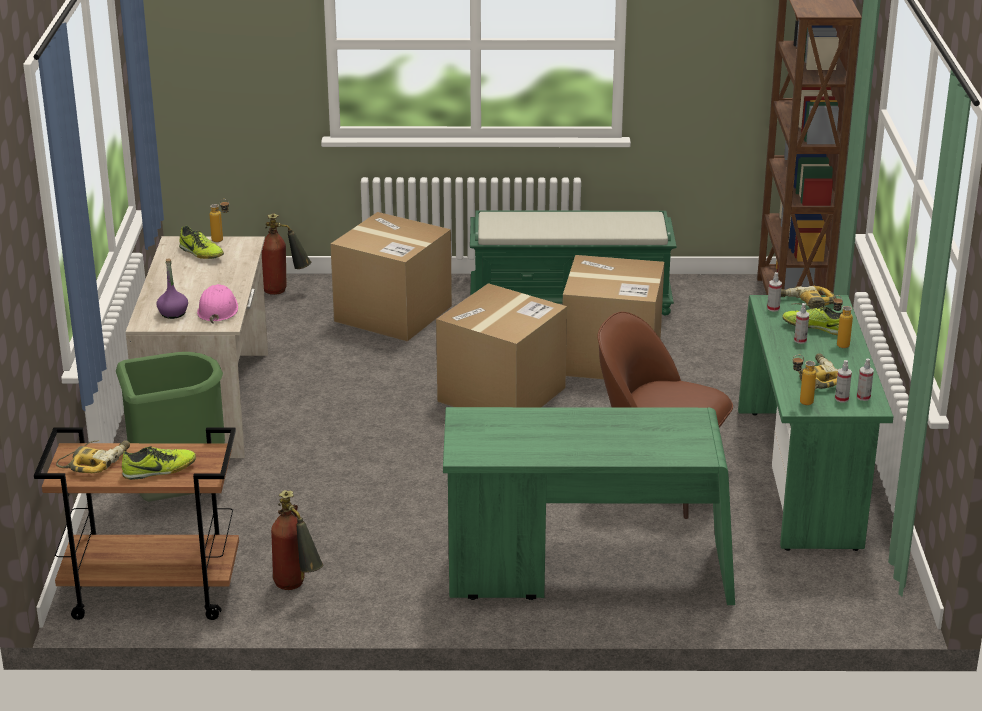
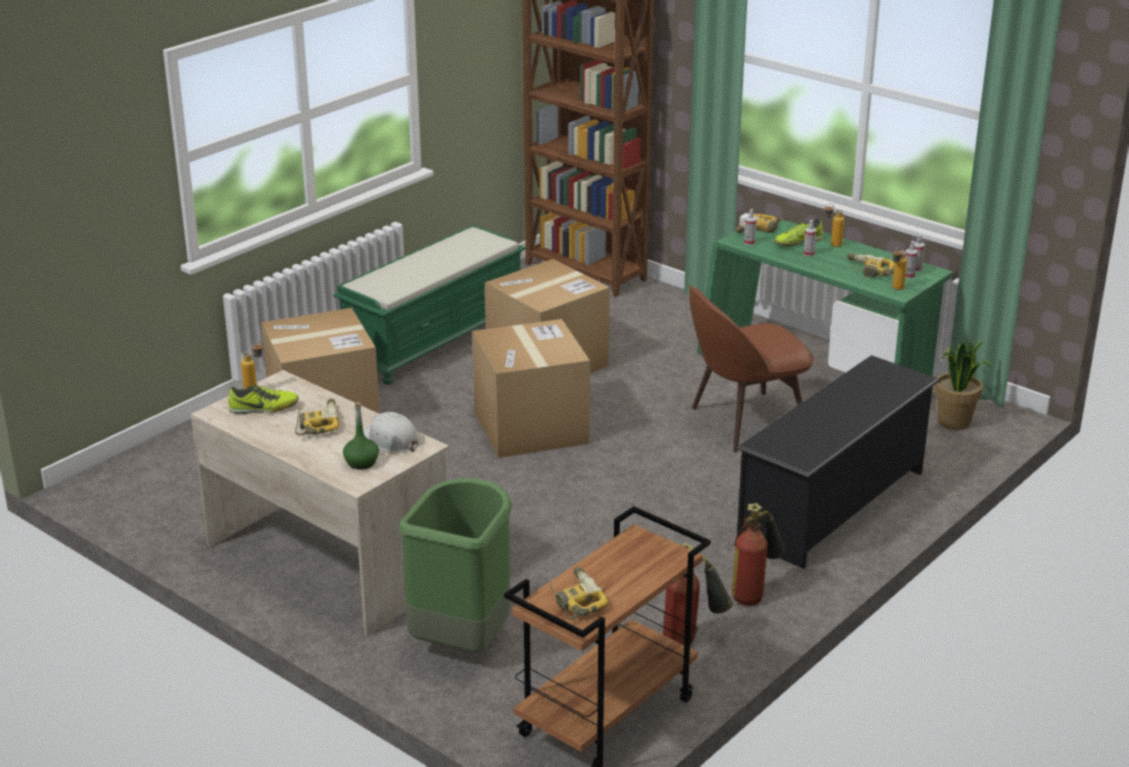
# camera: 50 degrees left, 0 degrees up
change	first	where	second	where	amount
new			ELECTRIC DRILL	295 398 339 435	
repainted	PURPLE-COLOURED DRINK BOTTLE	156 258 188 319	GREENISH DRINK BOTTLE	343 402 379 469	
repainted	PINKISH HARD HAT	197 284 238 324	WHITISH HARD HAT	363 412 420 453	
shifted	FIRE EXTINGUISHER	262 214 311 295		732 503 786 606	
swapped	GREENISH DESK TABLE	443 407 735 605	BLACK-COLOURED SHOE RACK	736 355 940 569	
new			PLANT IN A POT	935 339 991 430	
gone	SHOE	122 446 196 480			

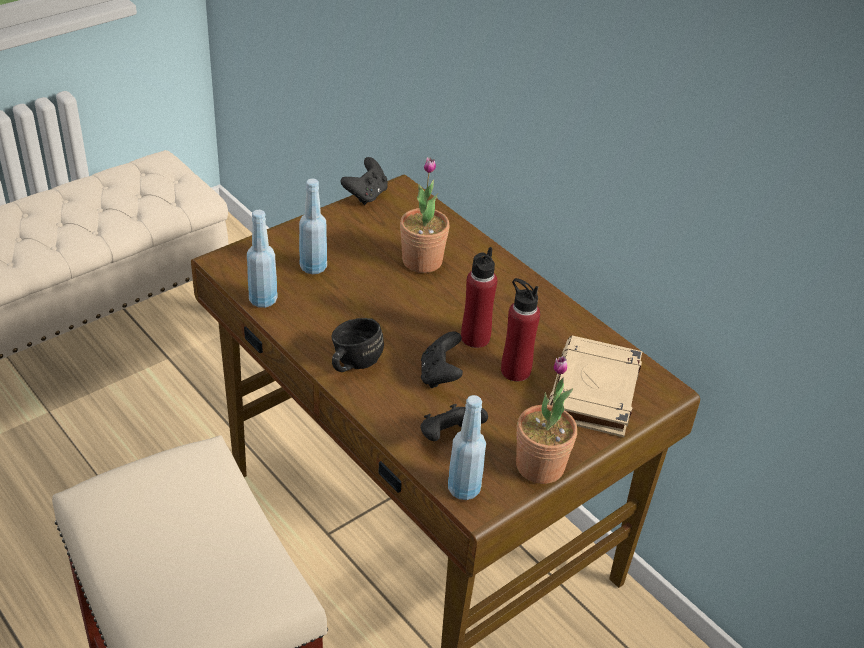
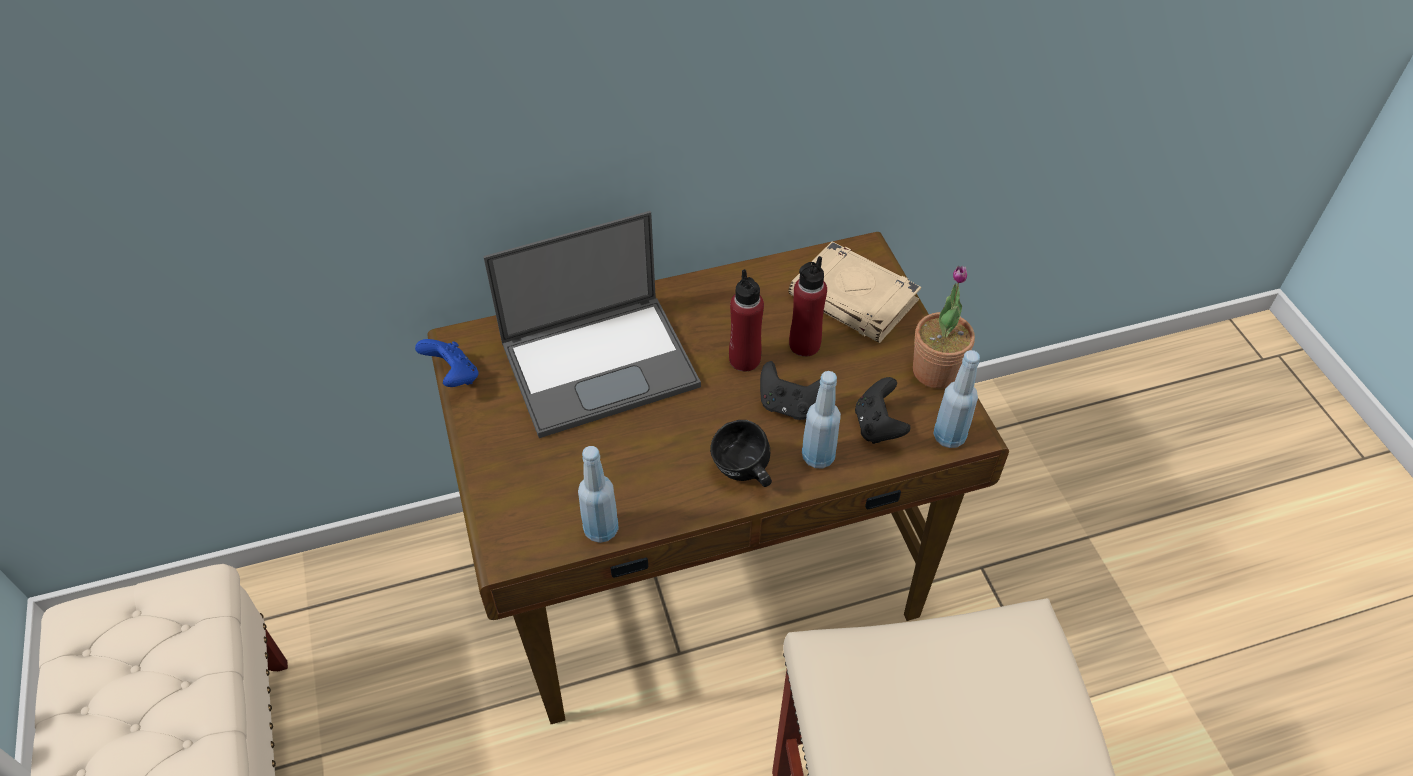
# camera: 65 degrees left, 10 degrees up
change	first	where	second	where	amount
repainted	BLACK-COLOURED JOYPAD	341 157 388 205	BLUE-COLOURED JOYPAD	415 339 479 387	
swapped	PLANT IN A POT	400 157 450 273	NOTEBOOK COMPUTER	483 211 701 438	
shifted	BLUE-COLOURED DRINK BOTTLE	299 179 327 274		802 371 841 468	

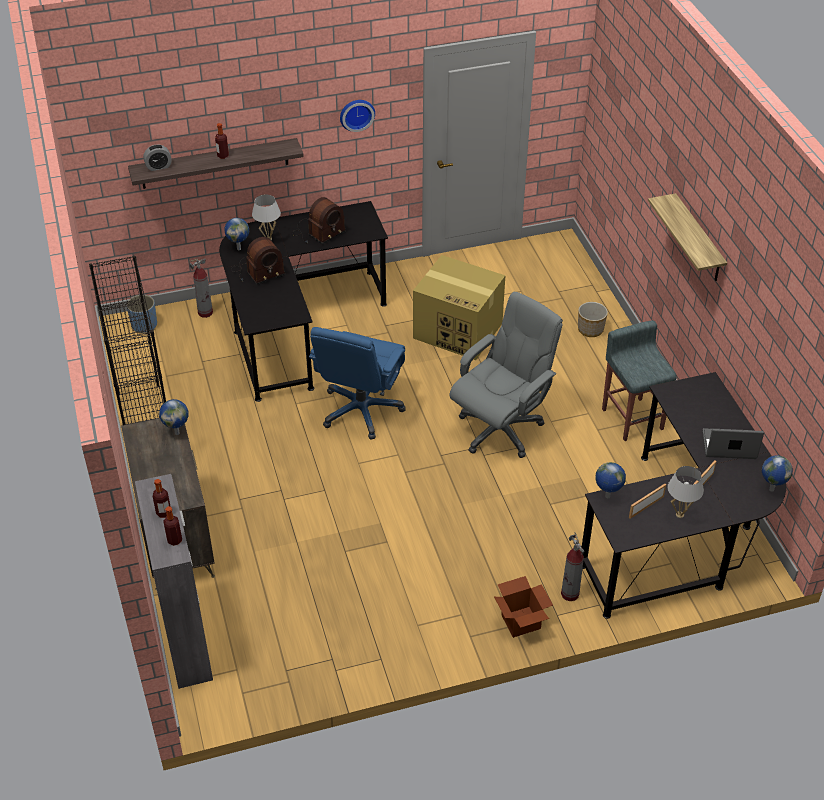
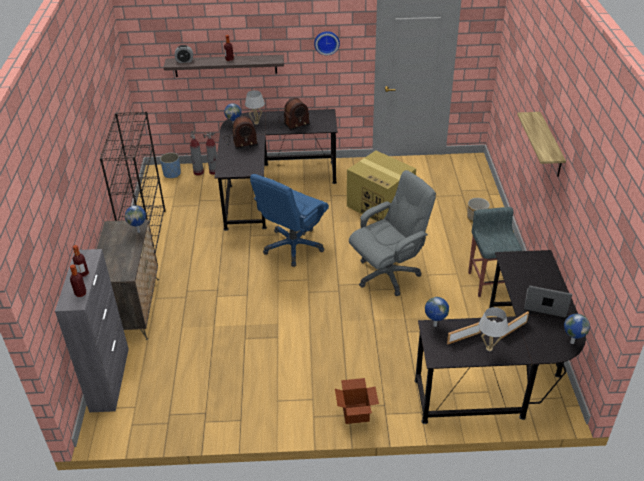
# camera: 15 degrees right, 5 degrees down
change	first	where	second	where	amount
shifted	FIRE EXTINGUISHER	561 532 584 601		190 129 204 175	

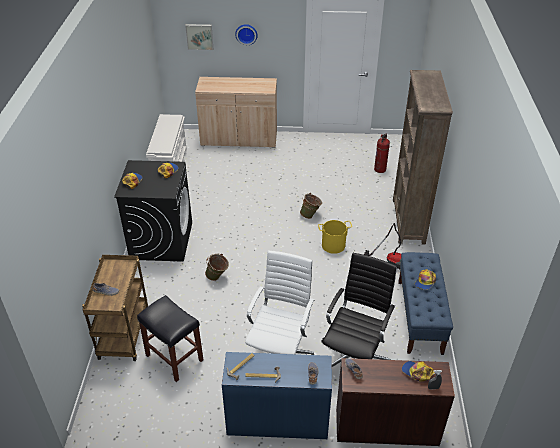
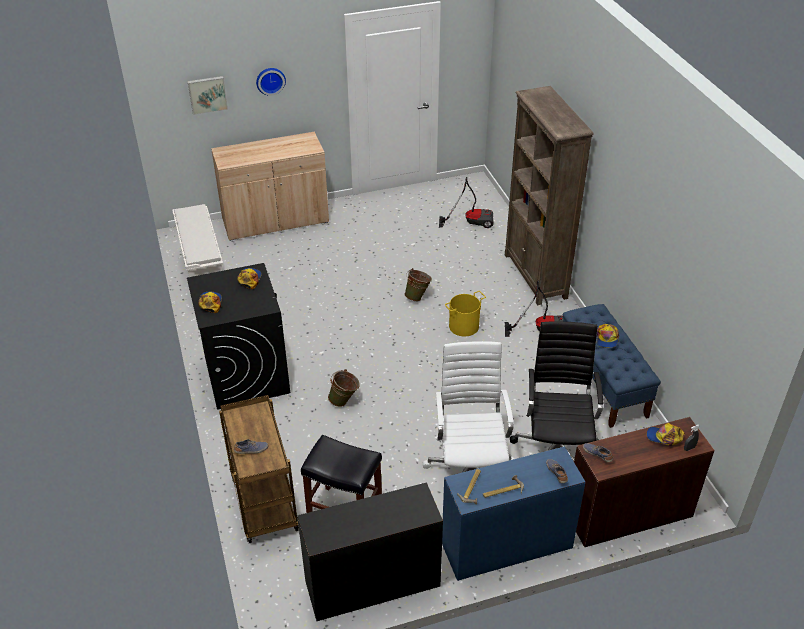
# camera: 20 degrees left, 0 degrees up
change	first	where	second	where	amount
new			BLACK-COLOURED DESK TABLE	297 482 443 621	
swapped	FIRE EXTINGUISHER	374 134 390 173	VACUUM	439 177 494 228	

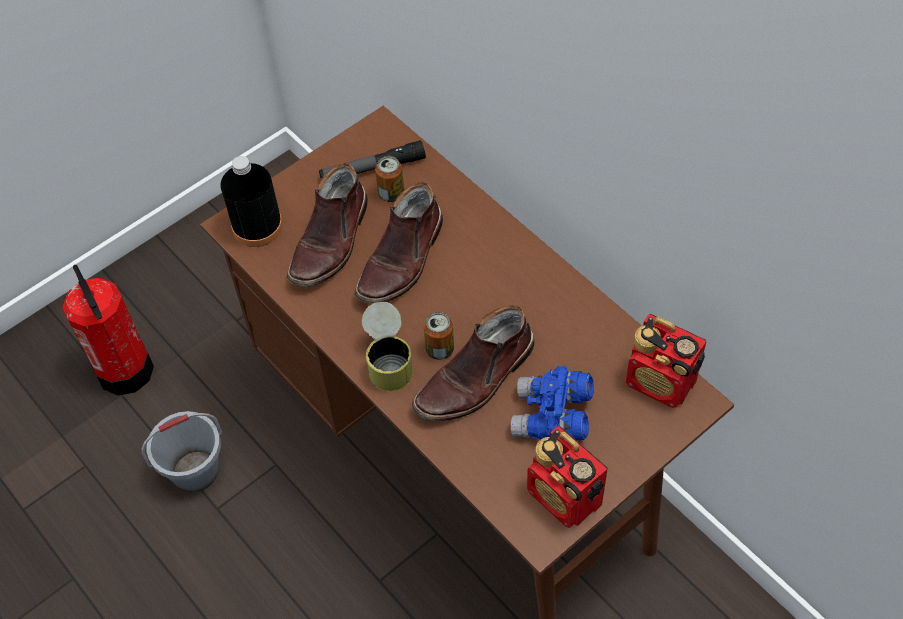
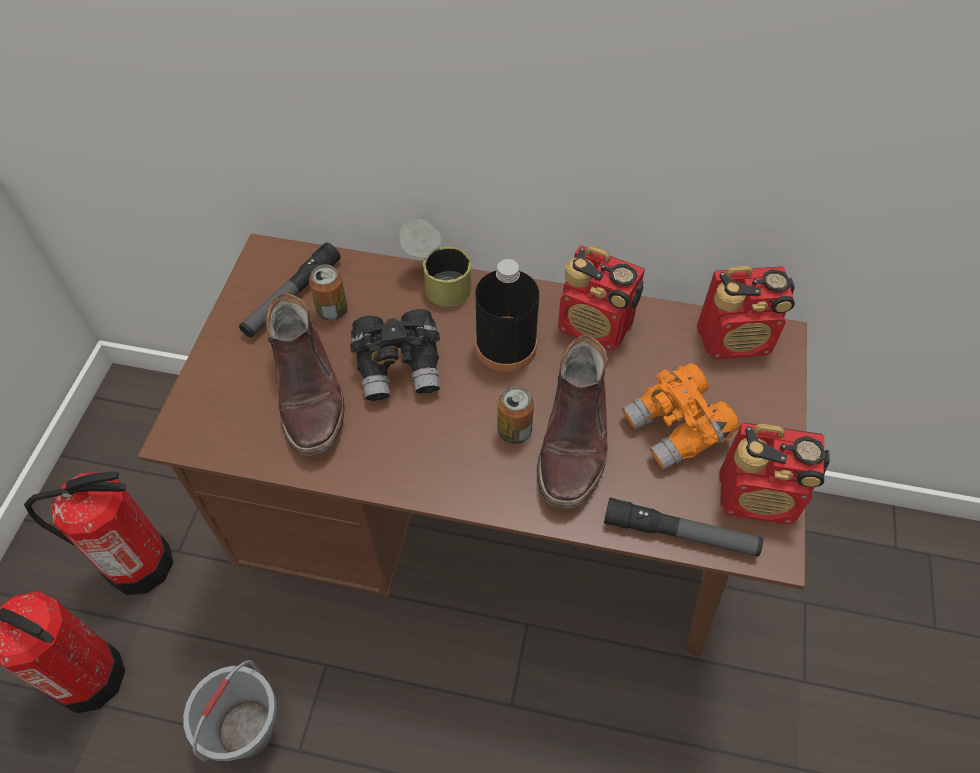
# camera: 40 degrees left, 0 degrees up
change	first	where	second	where	amount
new			FIRE EXTINGUISHER	24 471 173 595	
swapped	BROWNISH BOOT	355 181 443 304	BLACK-COLOURED FIELD GLASSES	350 309 440 401	
shifted	CAN	362 302 413 392		399 219 472 307	
shifted	BLACK-COLOURED DRINK BOTTLE	220 156 283 247		475 259 539 372	
new			RADIO RECEIVER	558 245 645 351	
new			FLASHLIGHT	604 498 763 557	
repainted	BLUE-COLOURED FIELD GLASSES	511 366 594 441	ORANGE-COLOURED FIELD GLASSES	622 363 739 470	

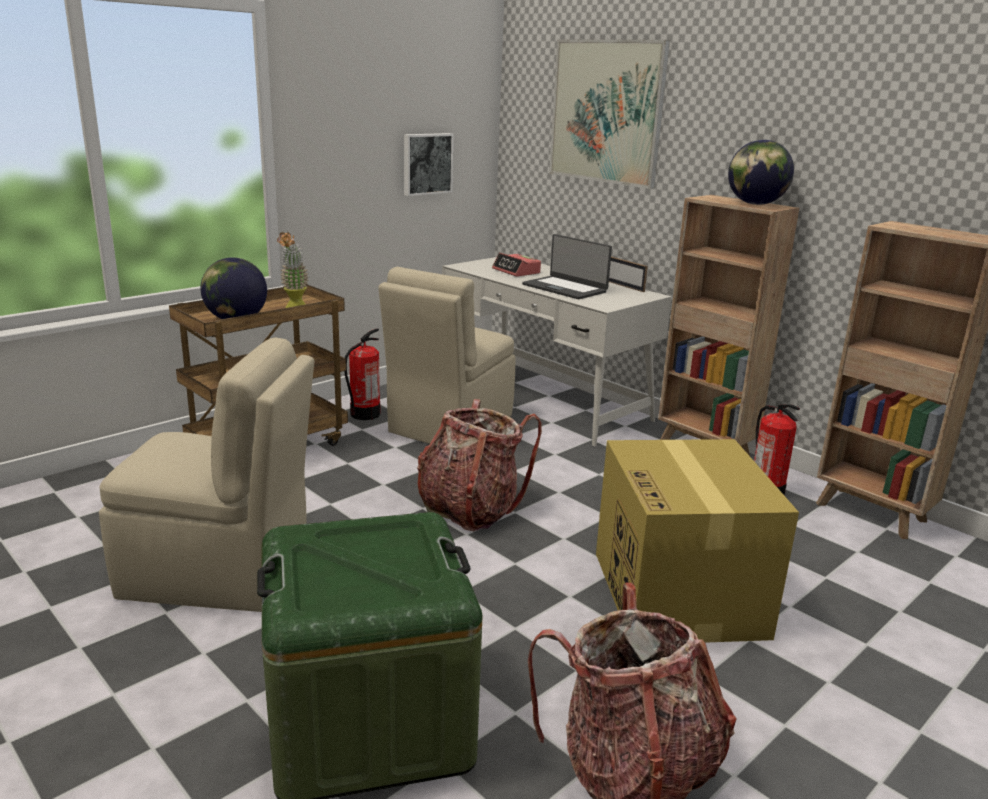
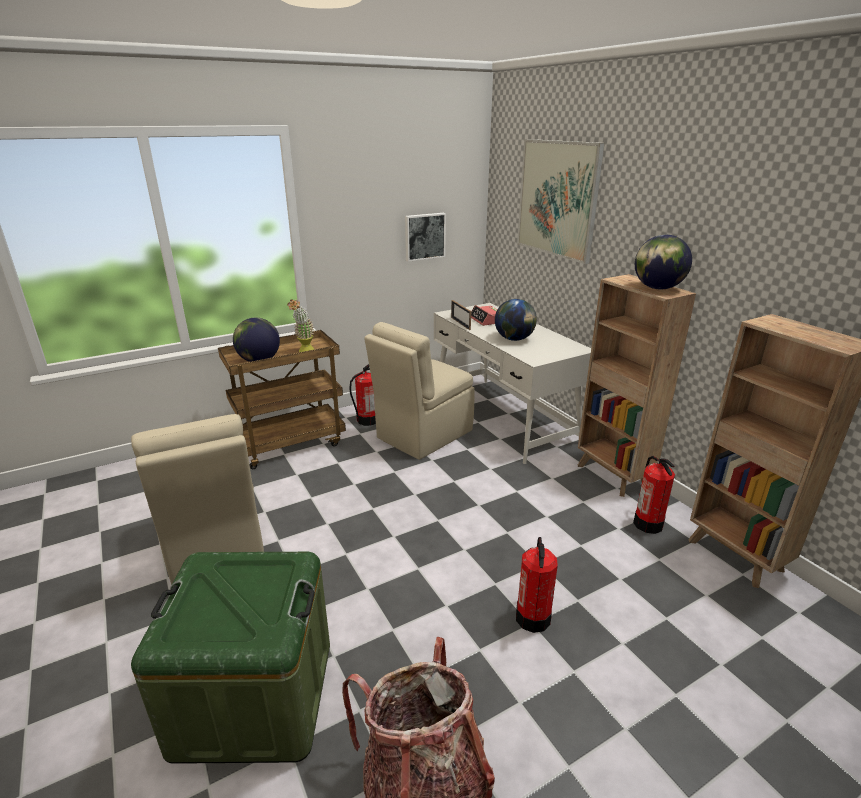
# camera: 15 degrees right, 5 degrees up
change	first	where	second	where	amount
rotated	SAND-COLOURED UPRIGHT CHAIR	99 337 314 612		131 414 264 585	45 degrees clockwise
shifted	PHOTO FRAME	609 257 648 292		451 300 471 330	
swapped	NOTEBOOK COMPUTER	522 234 612 299	GLOBE	495 299 537 341	
swapped	CARDBOARD BOX	596 439 799 643	FIRE EXTINGUISHER	516 537 558 633	
gone	RUCKSACK	417 399 542 531			

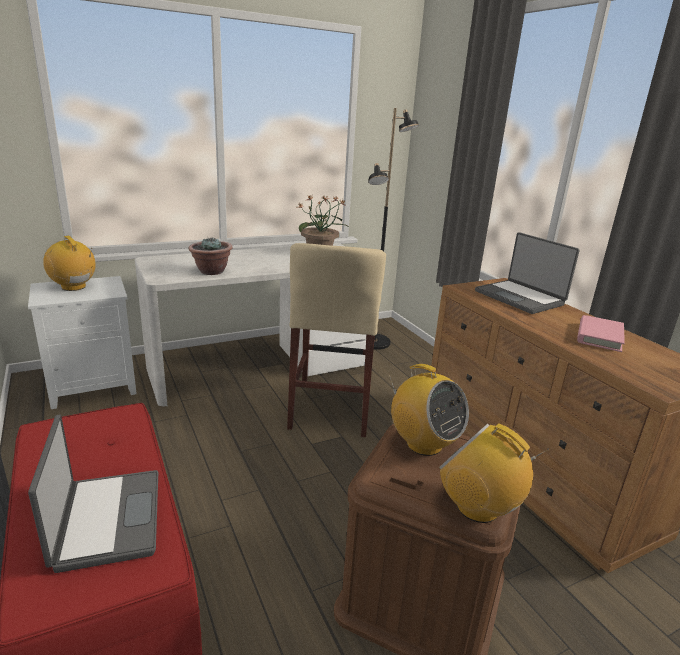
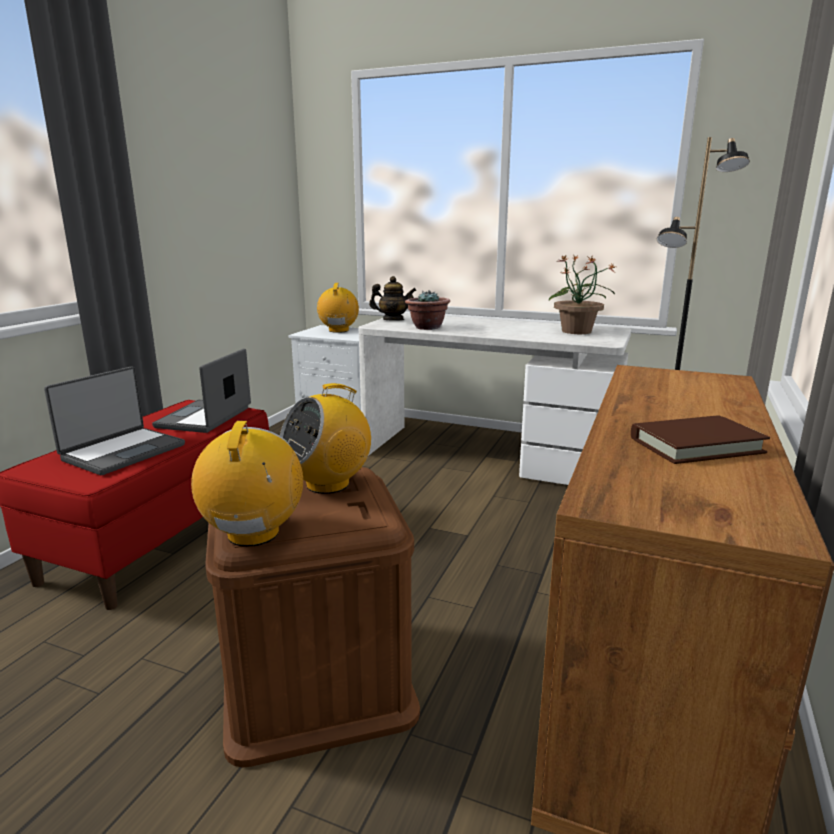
# camera: 50 degrees right, 5 degrees down
change	first	where	second	where	amount
shifted	NOTEBOOK COMPUTER	475 232 580 314		152 349 251 433	
rotated	RADIO RECEIVER	389 364 469 456		280 383 371 494	45 degrees clockwise
new			TEAPOT	369 276 416 321	
repainted	PINKISH BOUND BOOK	577 315 625 352	BROWNISH BOUND BOOK	631 415 770 464	
gone	SAND-COLOURED SITTING STOOL	287 243 386 437			

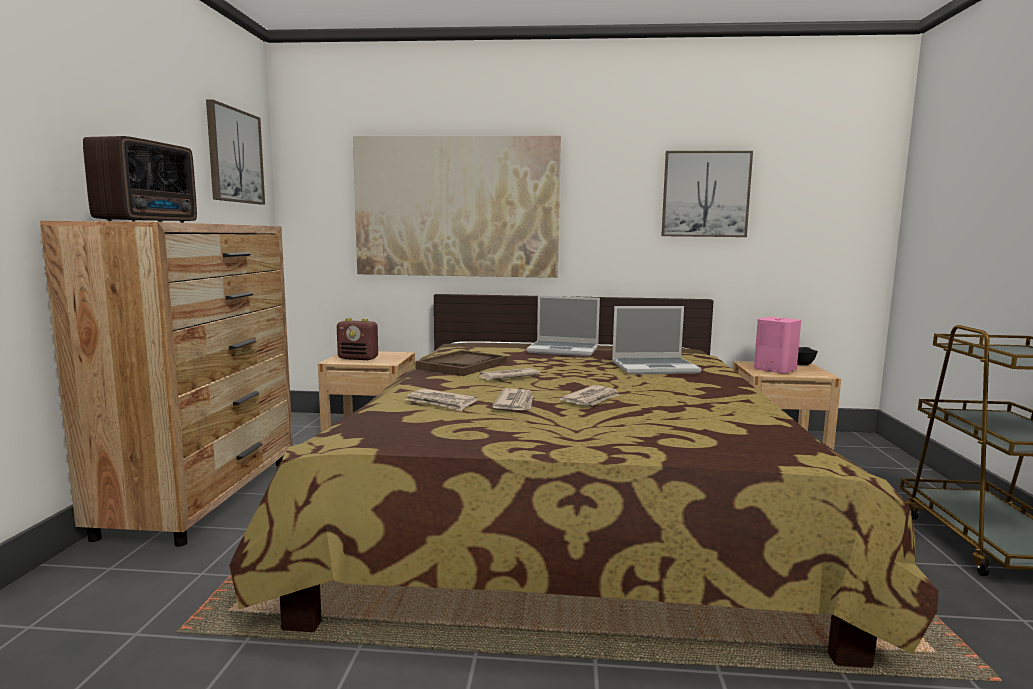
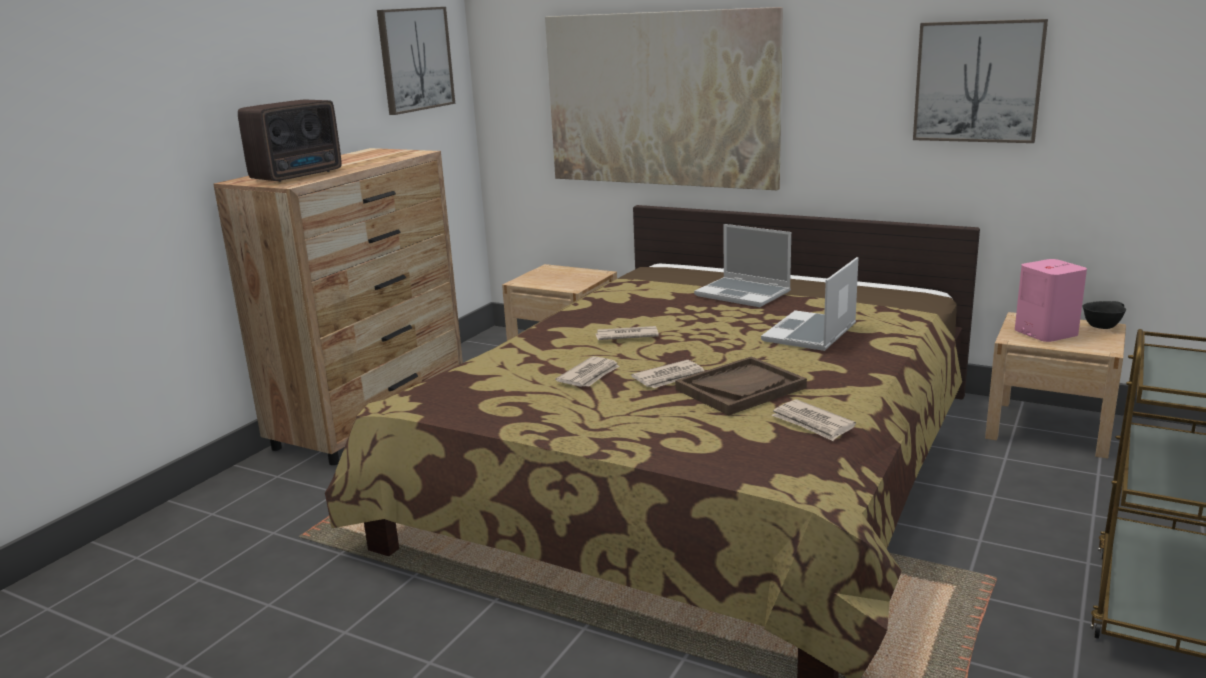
# camera: 25 degrees right, 10 degrees up
change	first	where	second	where	amount
shifted	BROWNISH SERVING TRAY	415 350 507 376		675 356 807 415	
rotated	NOTEBOOK COMPUTER	612 306 702 374		761 257 858 351	105 degrees clockwise
shifted	NEWSPAPER	406 389 477 411		771 400 856 441	
gone	RADIO RECEIVER	337 318 378 360			

